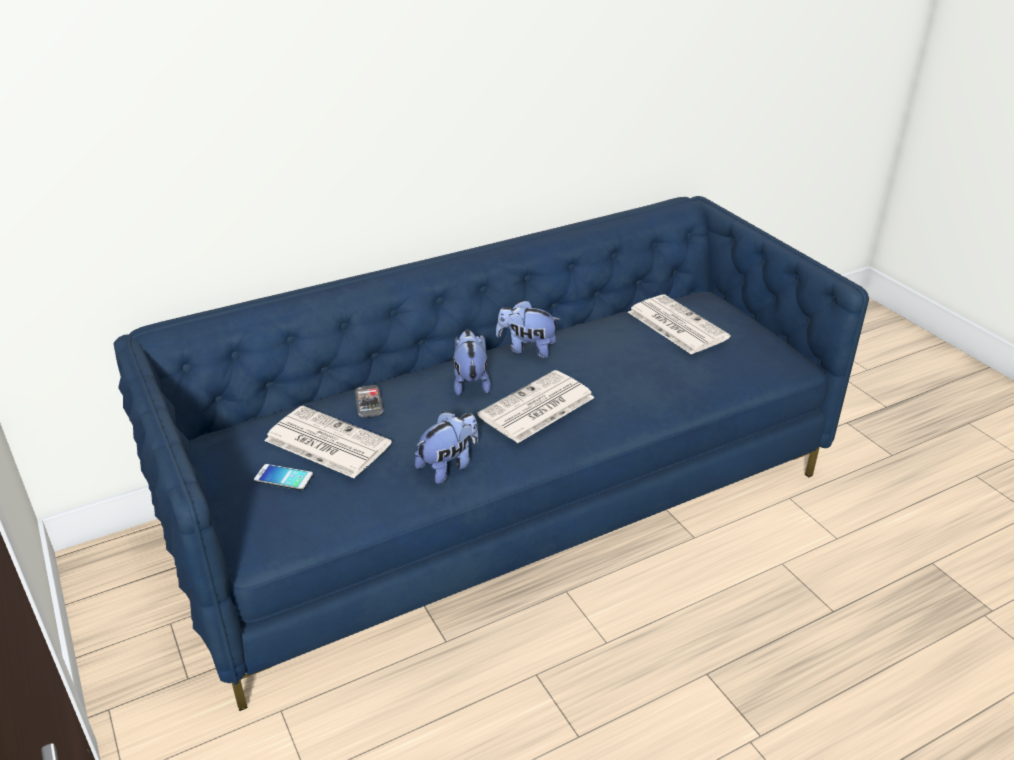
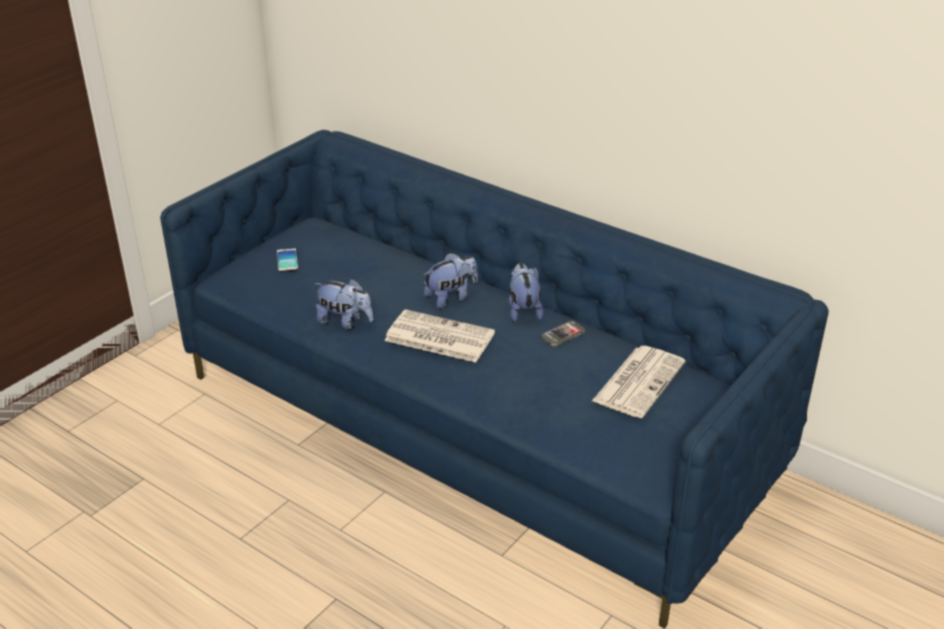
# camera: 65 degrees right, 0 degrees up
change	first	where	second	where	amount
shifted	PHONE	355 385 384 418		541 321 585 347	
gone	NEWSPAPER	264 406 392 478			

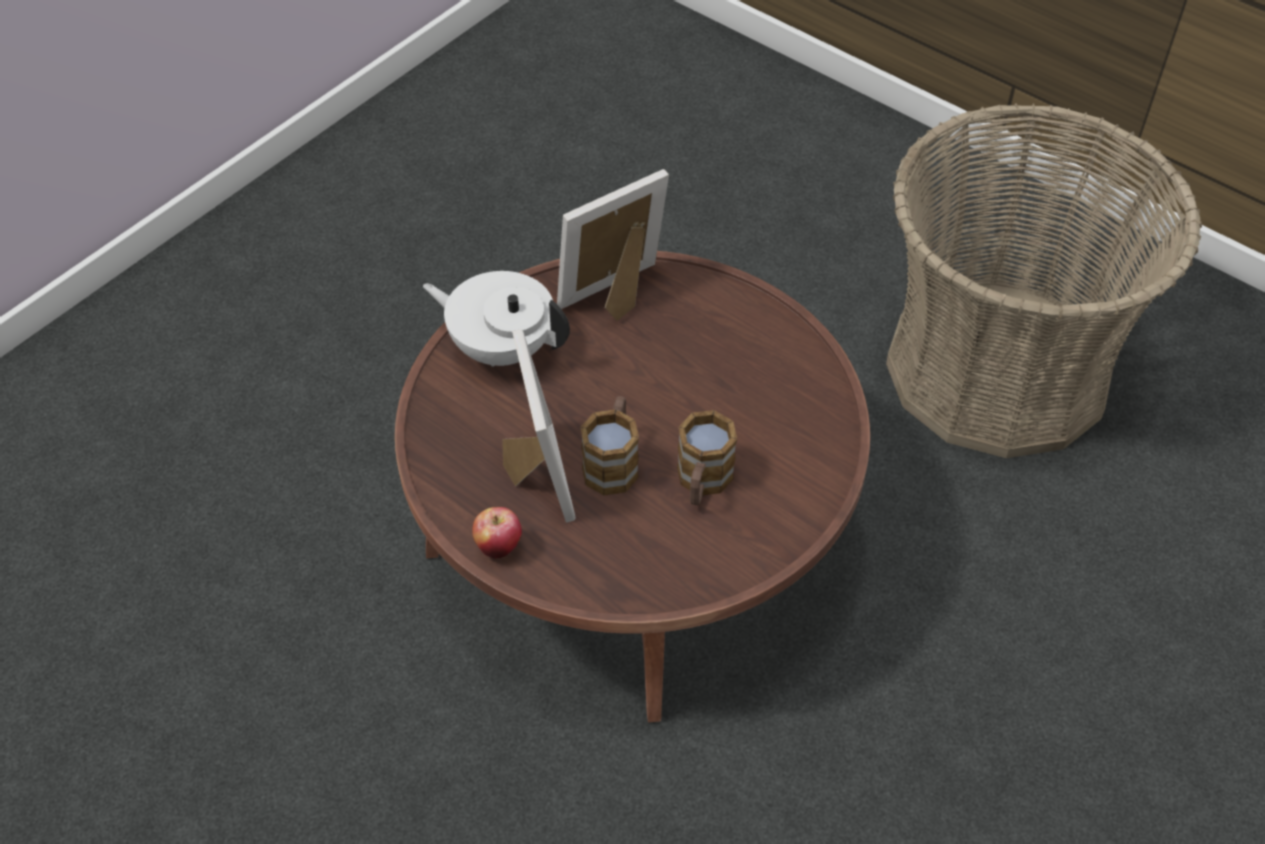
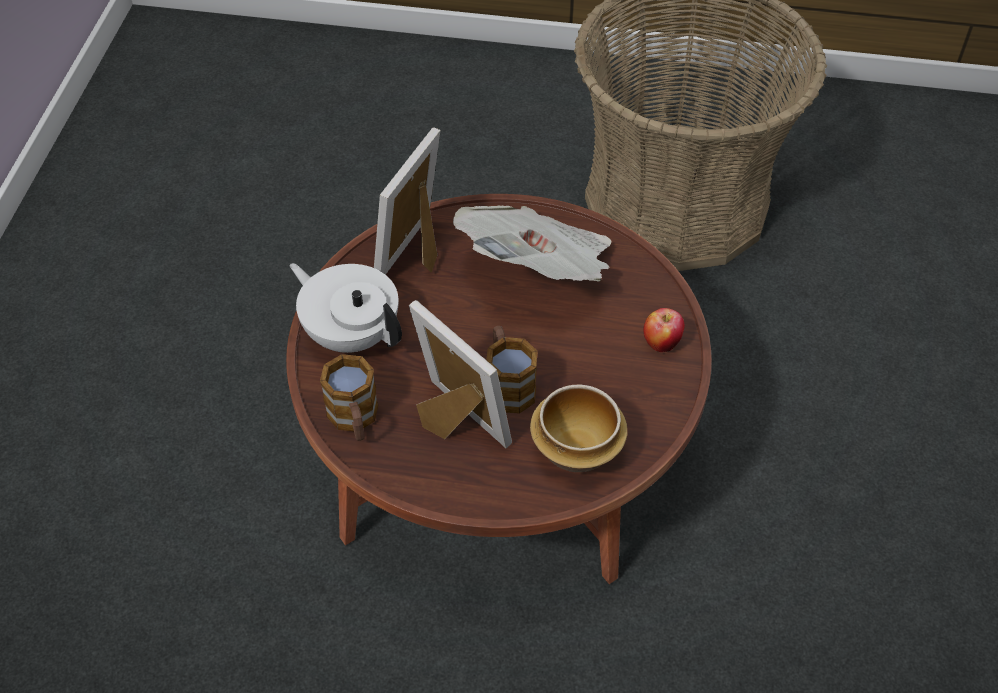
# camera: 30 degrees left, 0 degrees up
change	first	where	second	where	amount
rotated	WHITISH TEAPOT	423 271 570 367		290 263 402 353	45 degrees clockwise
shifted	COFFEE MUG	677 410 737 505		320 354 378 441	
new			NEWSPAPER	453 205 612 282	
new			BOWL	530 384 628 472	
shifted	WHOLE APPLE	472 507 522 558		644 308 685 352	

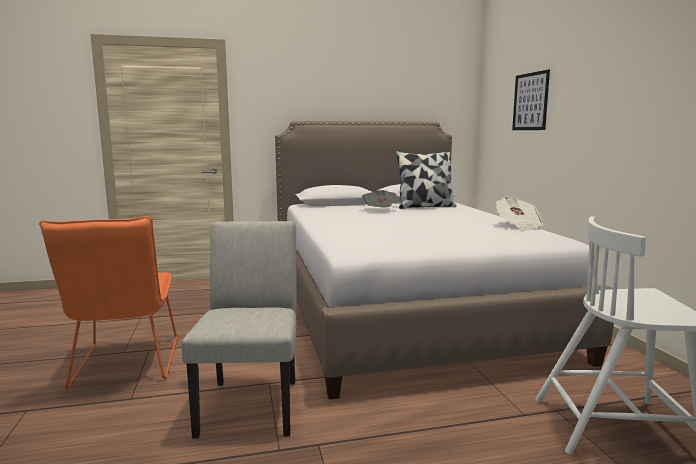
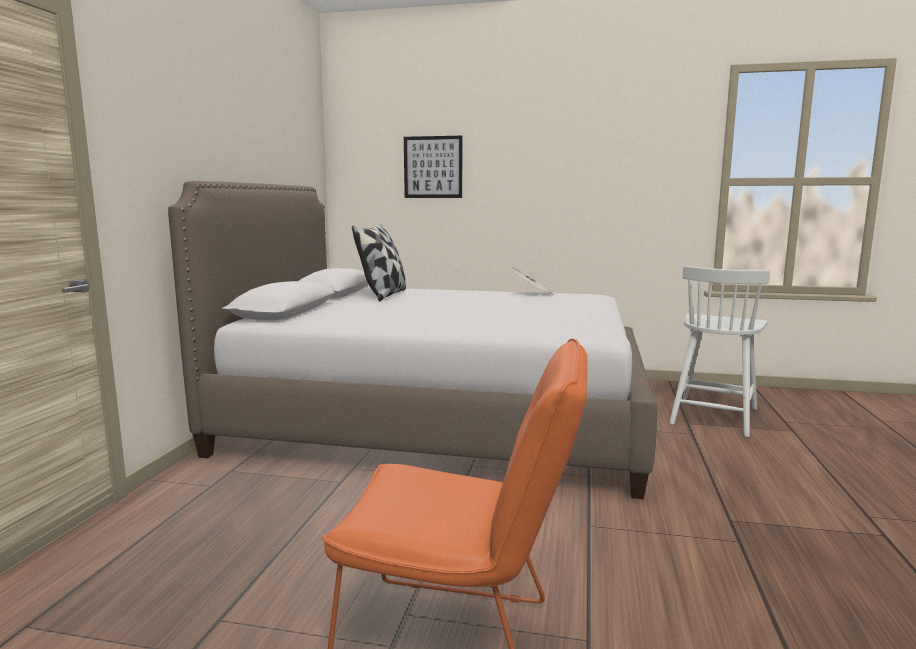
# camera: 65 degrees left, 0 degrees up
change	first	where	second	where	amount
gone	GRAY UPRIGHT CHAIR	182 221 297 438			
gone	NEWSPAPER	361 190 400 208			

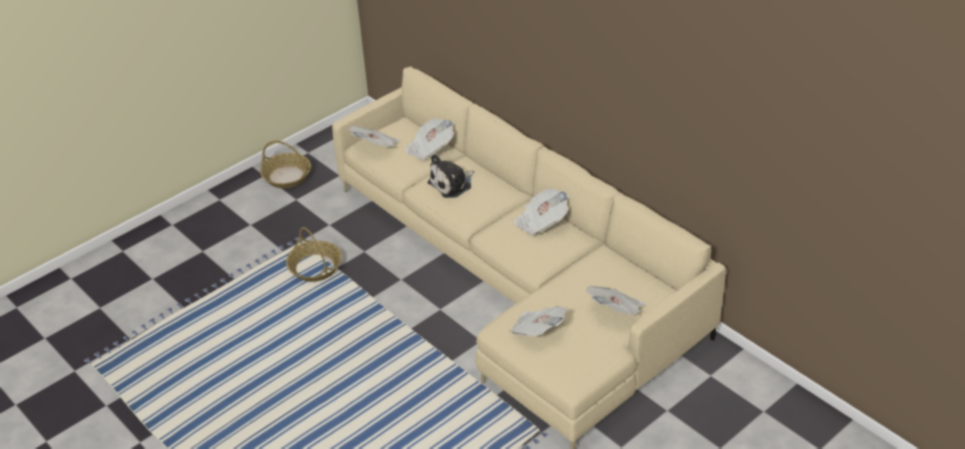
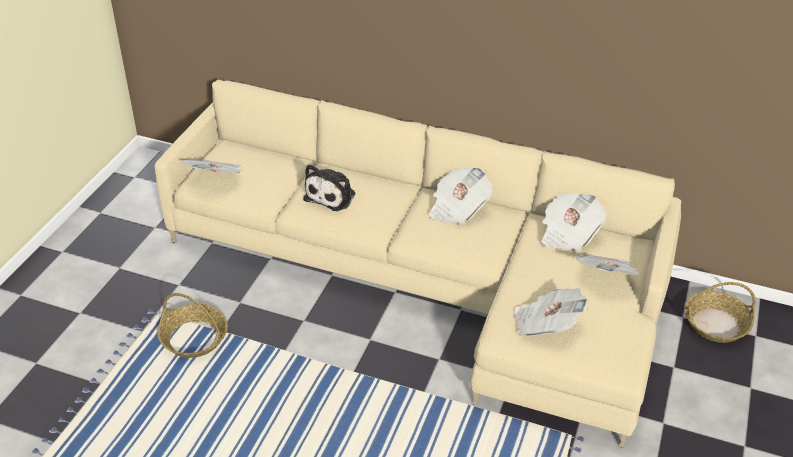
# camera: 30 degrees left, 0 degrees up
change	first	where	second	where	amount
shifted	NEWSPAPER	405 118 454 161		542 193 607 252	
shifted	STORAGE BASKET	260 141 311 188		684 282 756 343	

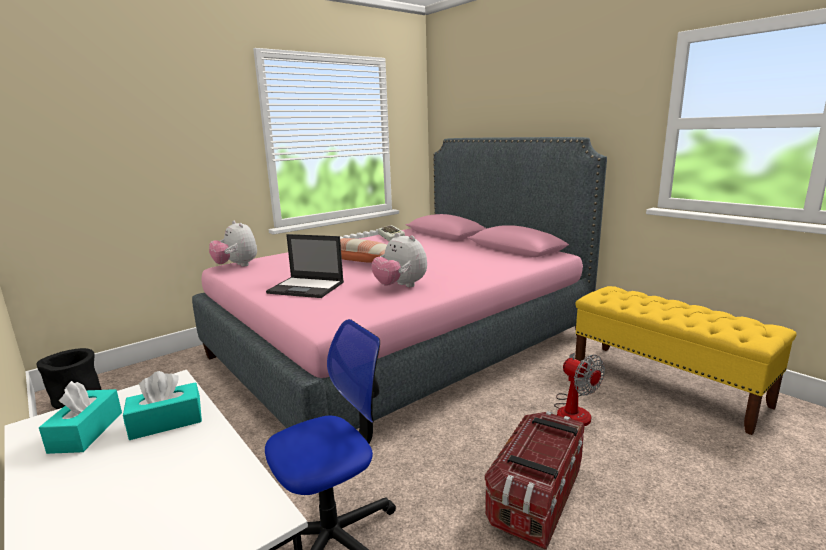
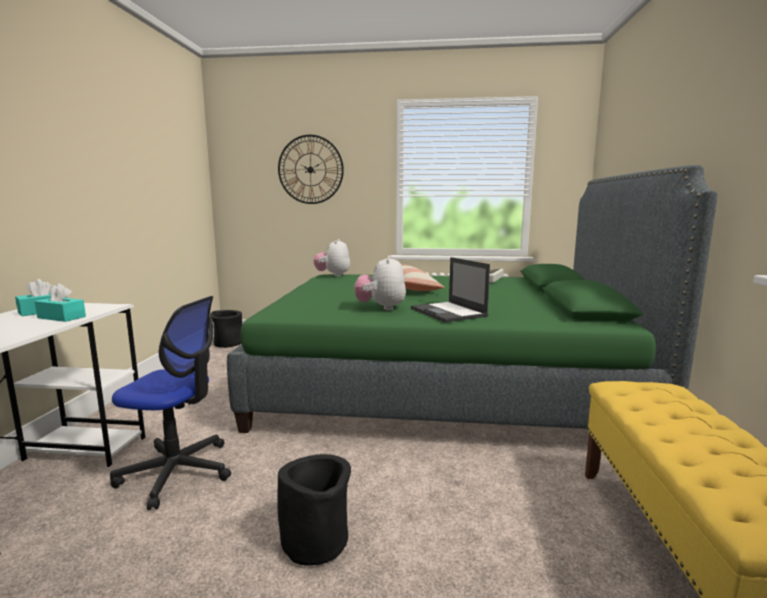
# camera: 45 degrees right, 5 degrees down
change	first	where	second	where	amount
repainted	PINKISH SLEEPING BED	192 137 607 429	GREENISH SLEEPING BED	227 165 717 433	
swapped	STORAGE BOX	485 411 585 550	BLACK-COLOURED PLANT POT	277 454 351 566	
new			HANGING CLOCK	278 135 344 204	
shifted	NOTEBOOK COMPUTER	266 234 344 298		411 257 490 322	
gone	ELECTRIC FAN	554 353 605 426			

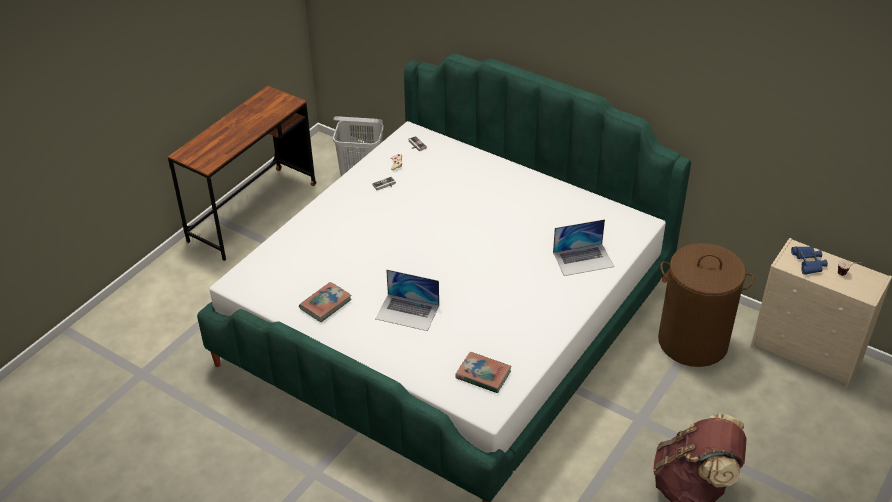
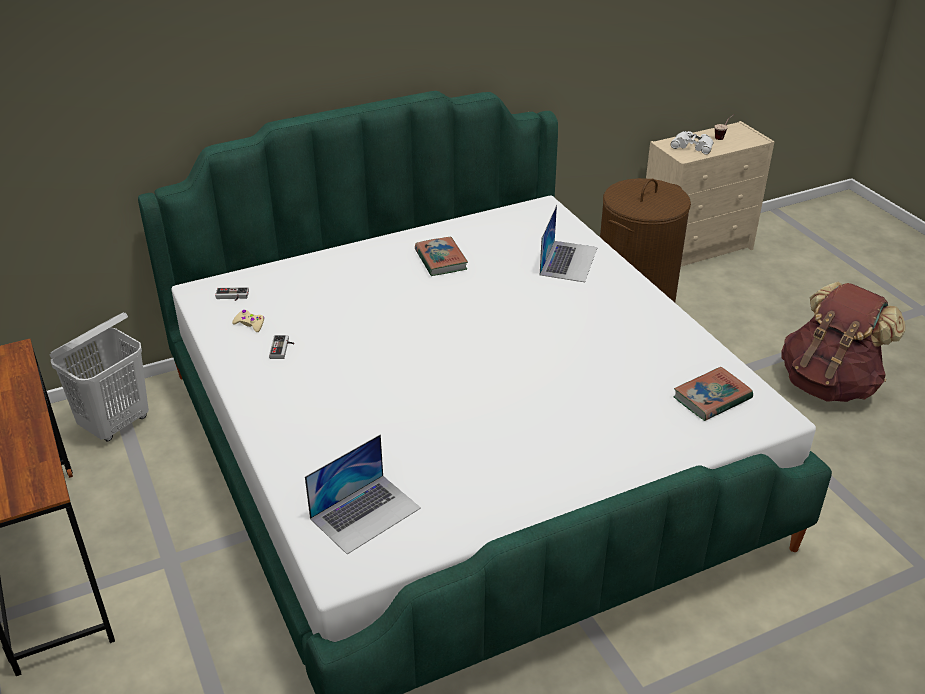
# camera: 60 degrees left, 5 degrees down
change	first	where	second	where	amount
shifted	NOTEBOOK COMPUTER	375 269 439 331		305 434 421 554	
shifted	BOUND BOOK	299 282 352 322		415 237 468 276	
repainted	BLUE-COLOURED FIELD GLASSES	791 246 828 275	WHITISH FIELD GLASSES	671 131 713 154	

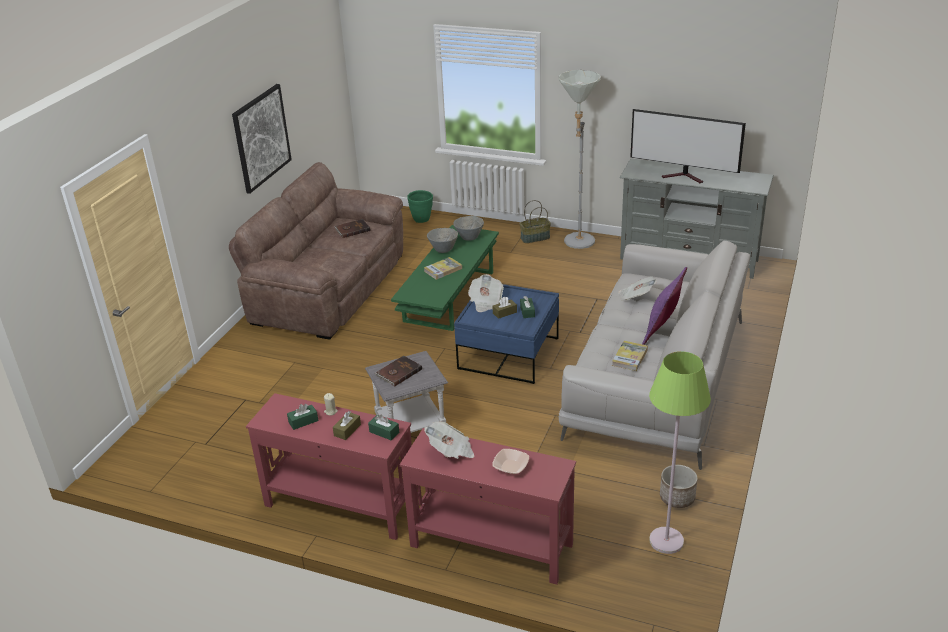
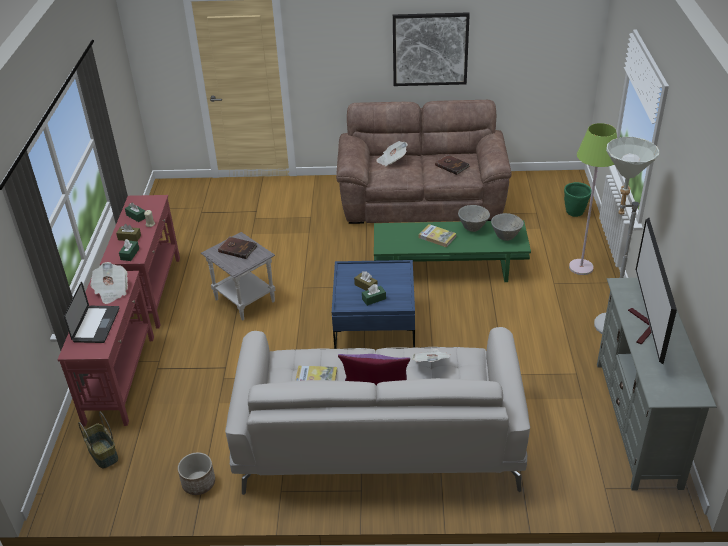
# camera: 70 degrees right, 5 degrees up
change	first	where	second	where	amount
swapped	BOWL	493 449 529 474	NOTEBOOK COMPUTER	64 282 120 343	
shifted	STORAGE BASKET	520 200 551 243		78 412 118 469	
shifted	NEWSPAPER	468 274 504 312		376 141 408 167	
shifted	GREENISH STANDARD LAMP	649 351 711 554		569 123 617 275	

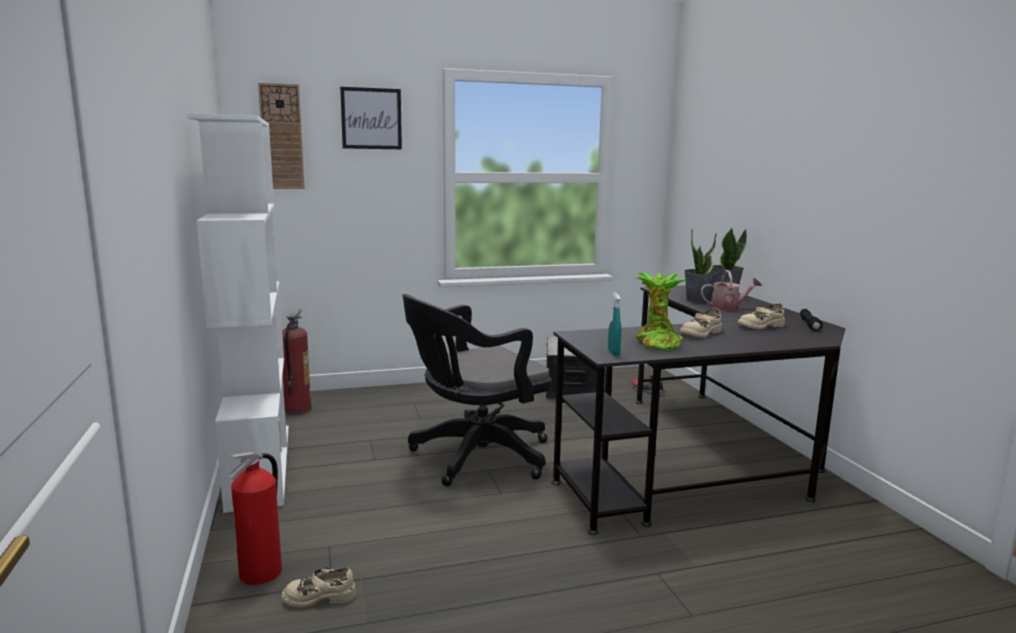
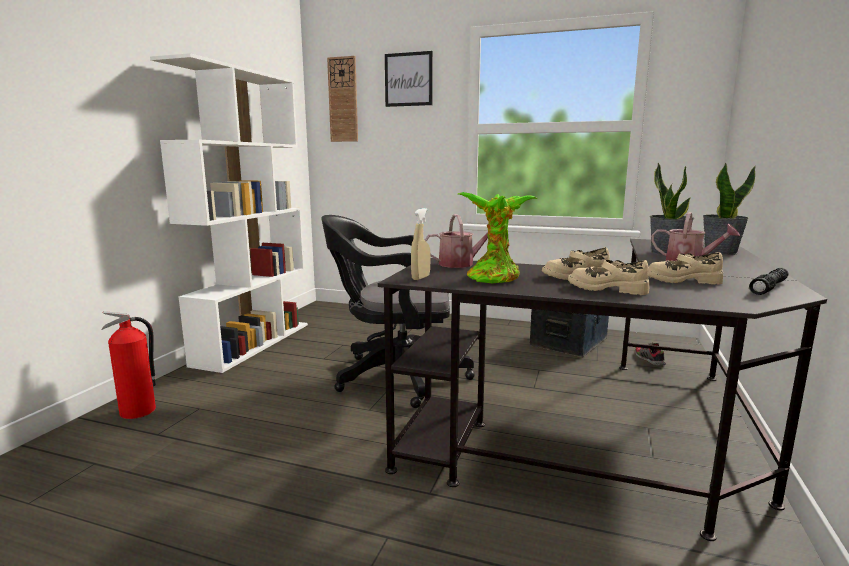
# camera: 35 degrees right, 0 degrees up
change	first	where	second	where	amount
repainted	TURQUOISE-COLOURED SPRAYER	608 292 621 356	SAND-COLOURED SPRAYER	411 208 431 280	
new			WATERING POT	425 214 488 268	
shifted	SAND-COLOURED SHOE	281 568 356 607		568 260 650 295	
gone	FIRE EXTINGUISHER	282 309 312 415			

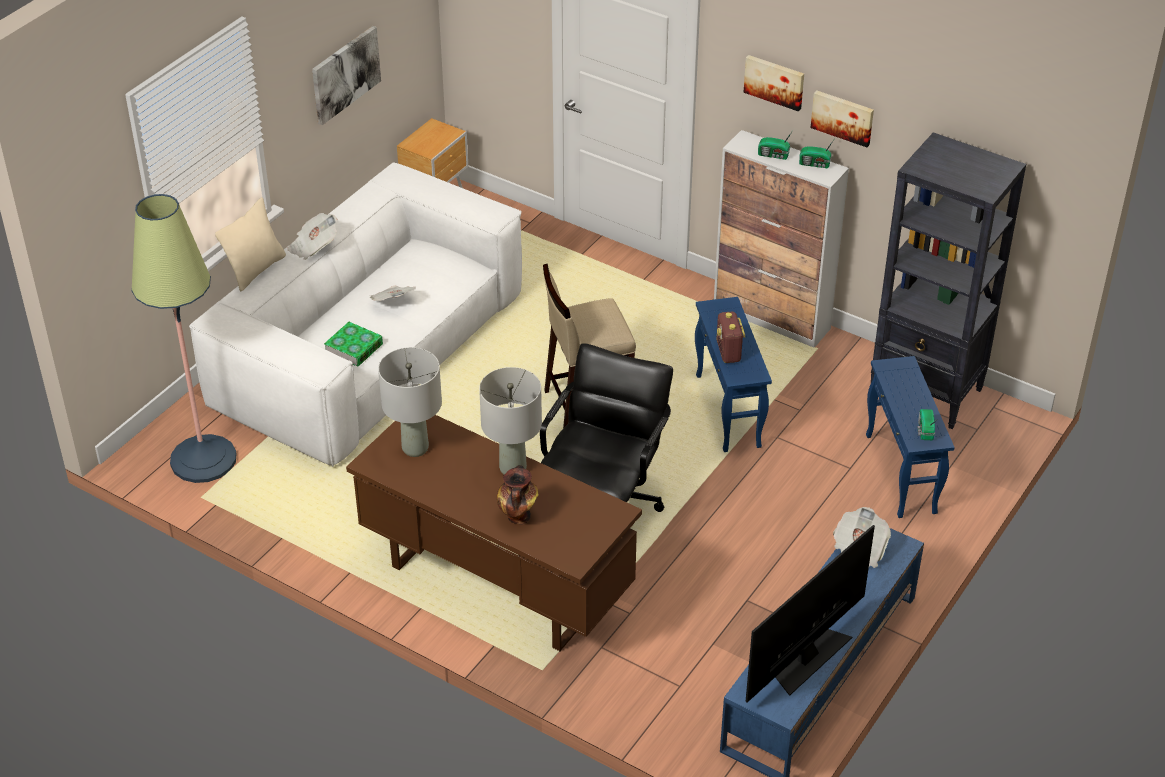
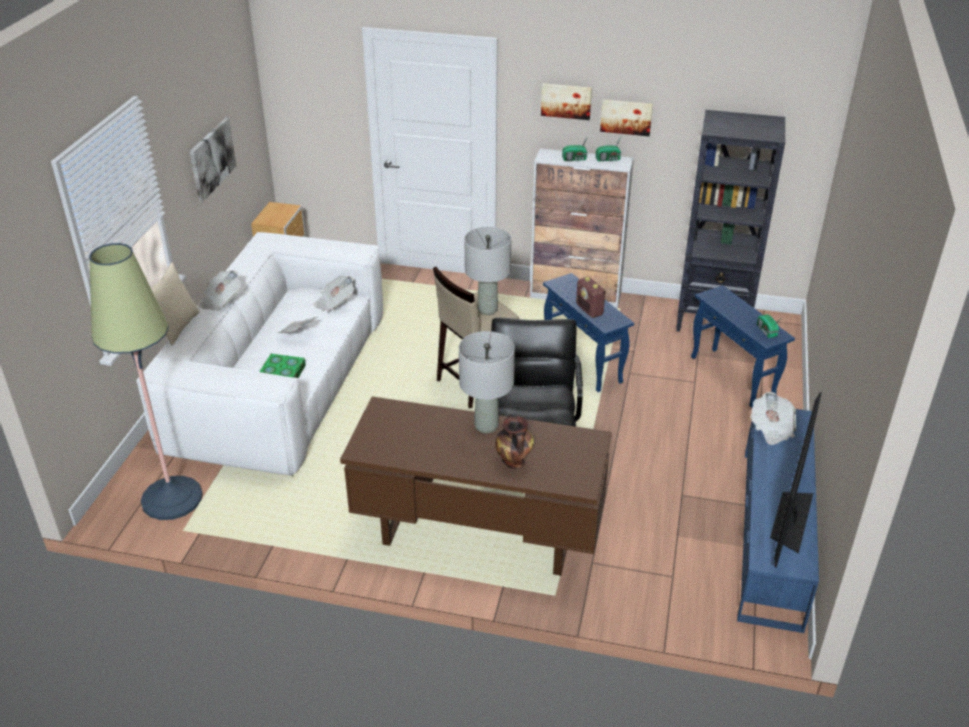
# camera: 20 degrees left, 5 degrees down
change	first	where	second	where	amount
new			NEWSPAPER	313 276 354 312	
shifted	GRAY TABLETOP LAMP	378 347 442 457		464 227 511 315	

